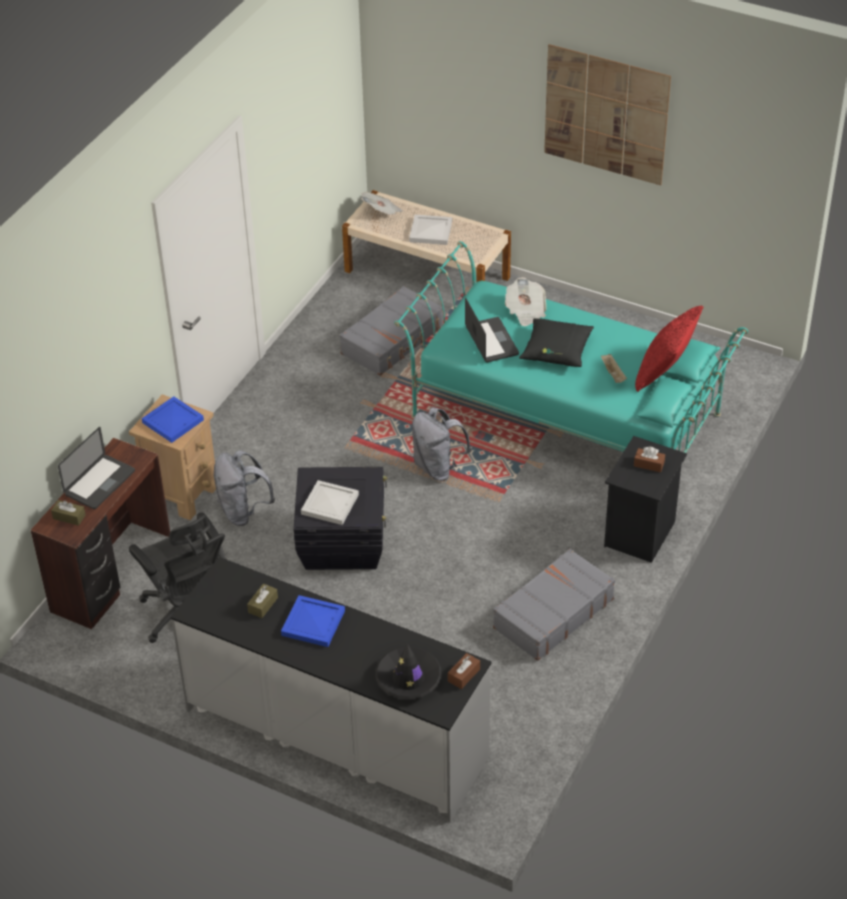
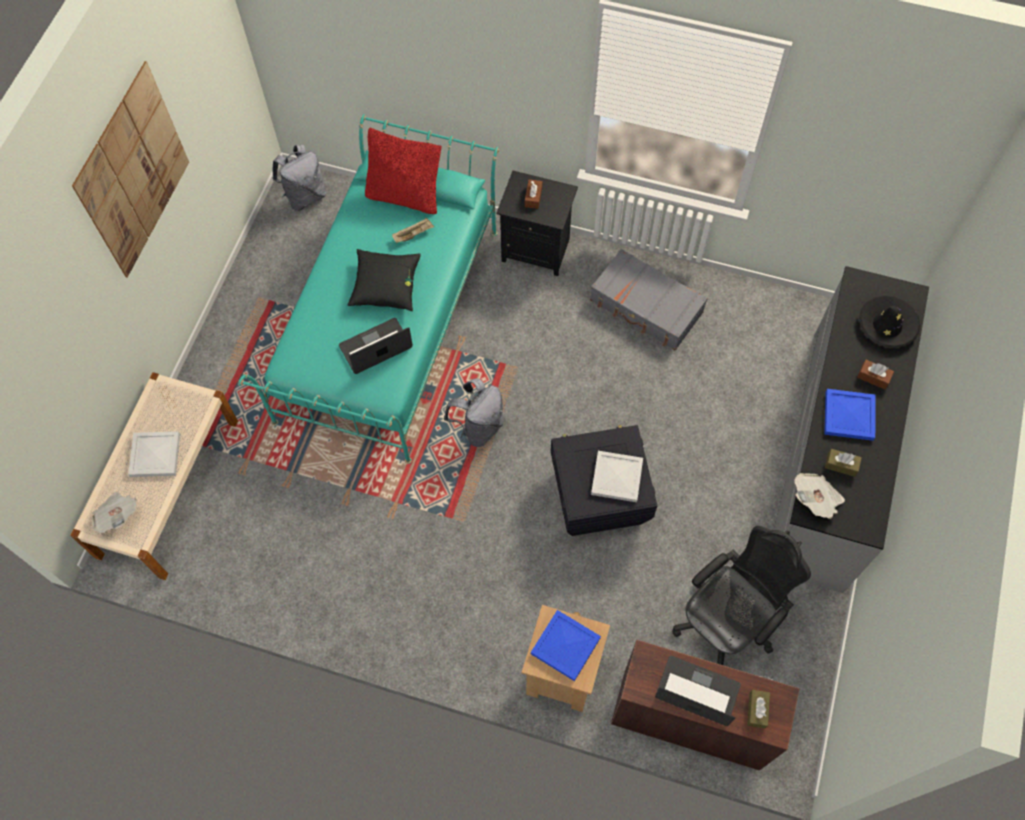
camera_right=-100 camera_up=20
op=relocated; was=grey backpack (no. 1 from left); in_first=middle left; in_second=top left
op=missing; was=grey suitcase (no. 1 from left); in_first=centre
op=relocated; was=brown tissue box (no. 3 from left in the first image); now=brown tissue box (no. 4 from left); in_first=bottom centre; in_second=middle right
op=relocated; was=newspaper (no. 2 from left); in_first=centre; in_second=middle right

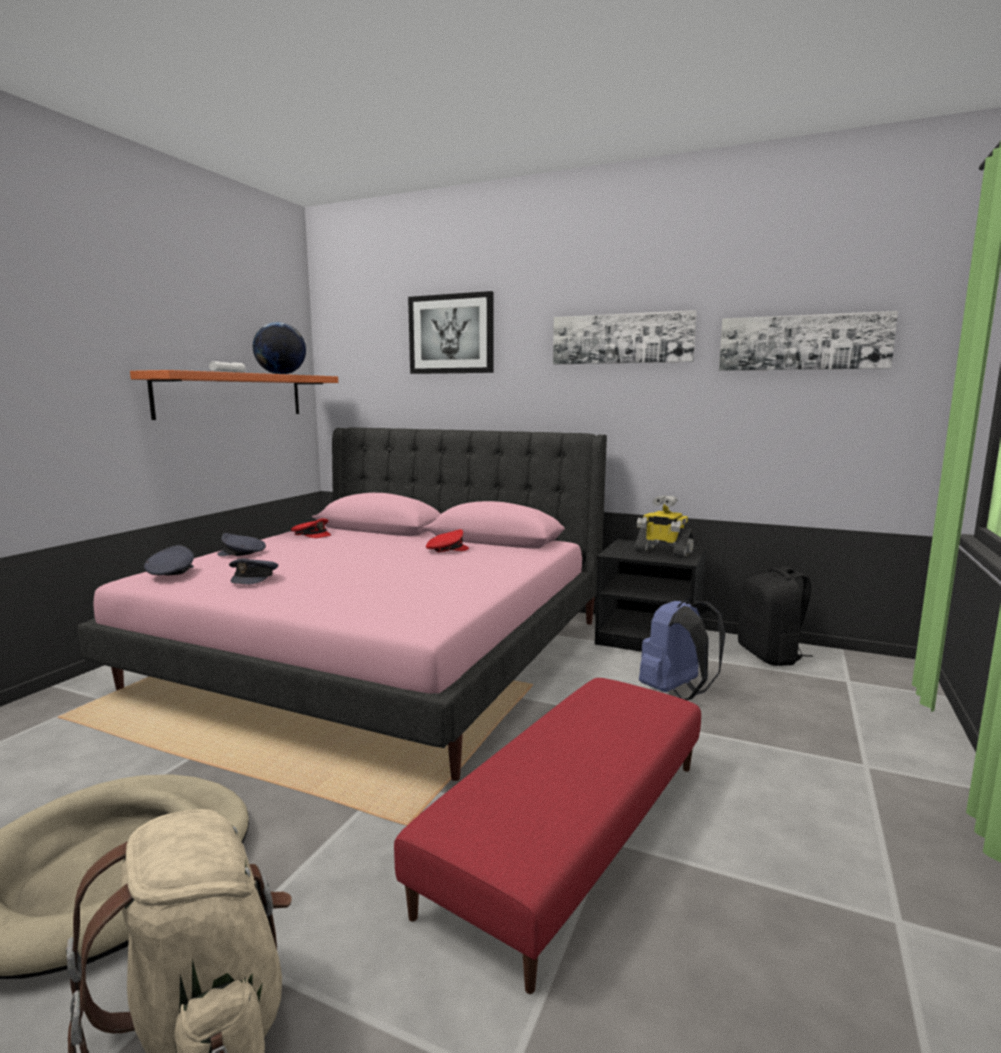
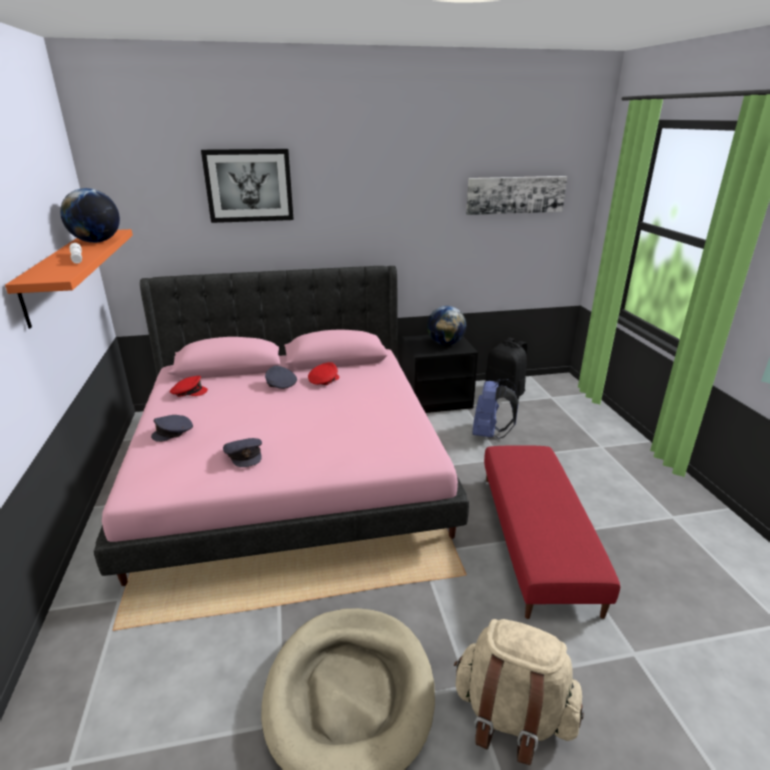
camera_right=-35 camera_up=15
op=relocated; was=grey cap (no. 1 from left in the first image); now=grey cap (no. 3 from left); in_first=middle left; in_second=centre
op=missing; was=picture (no. 2 from left); in_first=top centre
op=exchanged; was=toy robot; now=globe (no. 2 from left); in_first=centre; in_second=centre

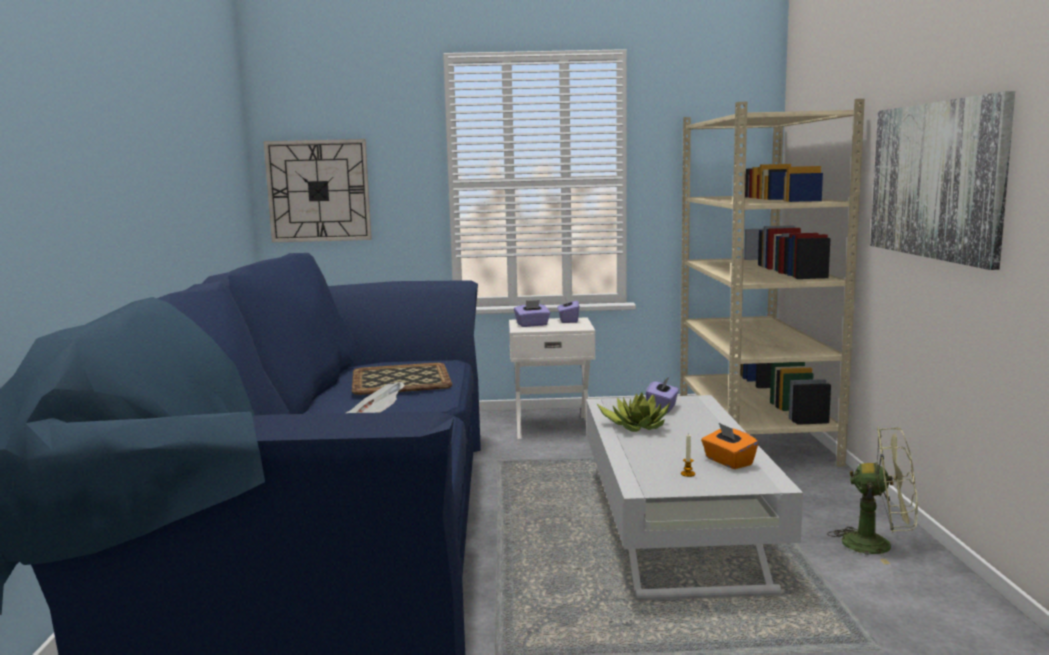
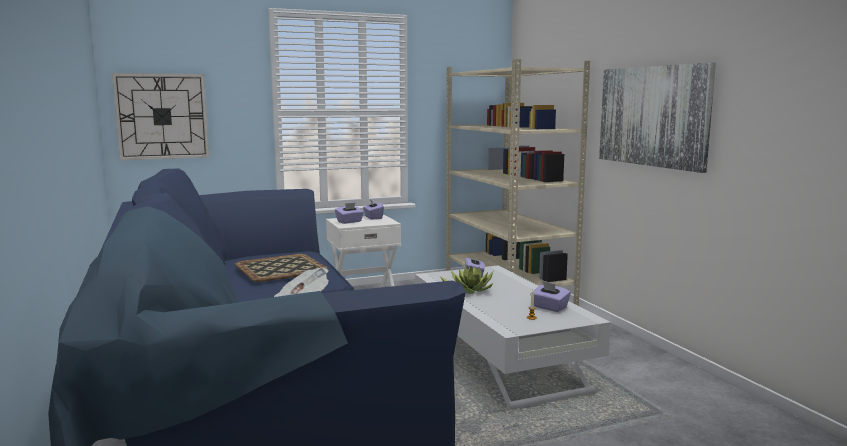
camera_right=-20 camera_up=0
op=colour; was=orange tissue box; now=purple tissue box (no. 4 from left); in_first=bottom right; in_second=centre
op=missing; was=green fan; in_first=bottom right

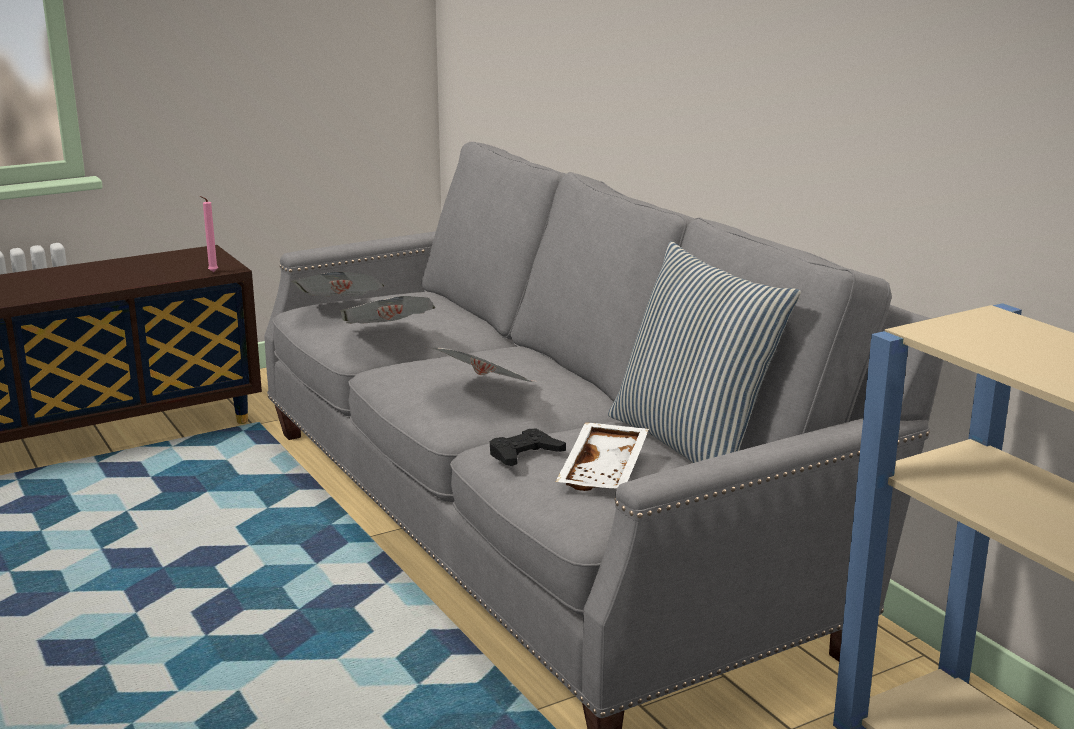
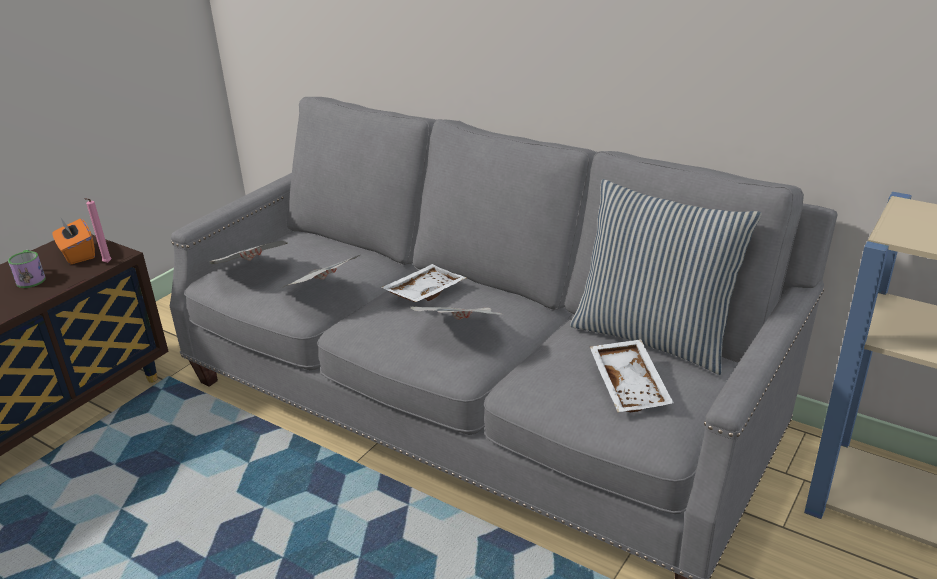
camera_right=-25 camera_up=10
op=missing; was=black game controller; in_first=centre
op=appeared; now=mug; in_second=middle left
op=appeared; now=orange tissue box; in_second=middle left
op=appeared; now=white tray (no. 1 from left); in_second=centre

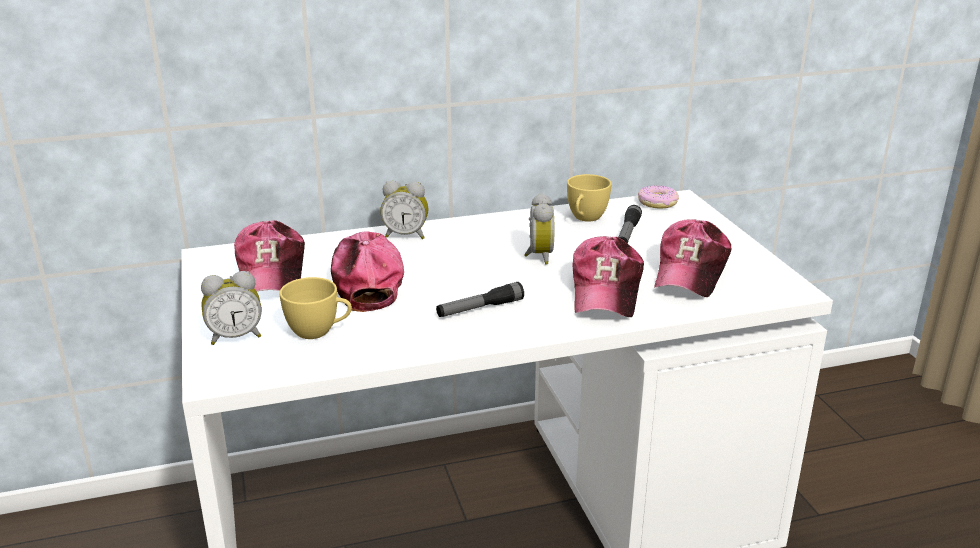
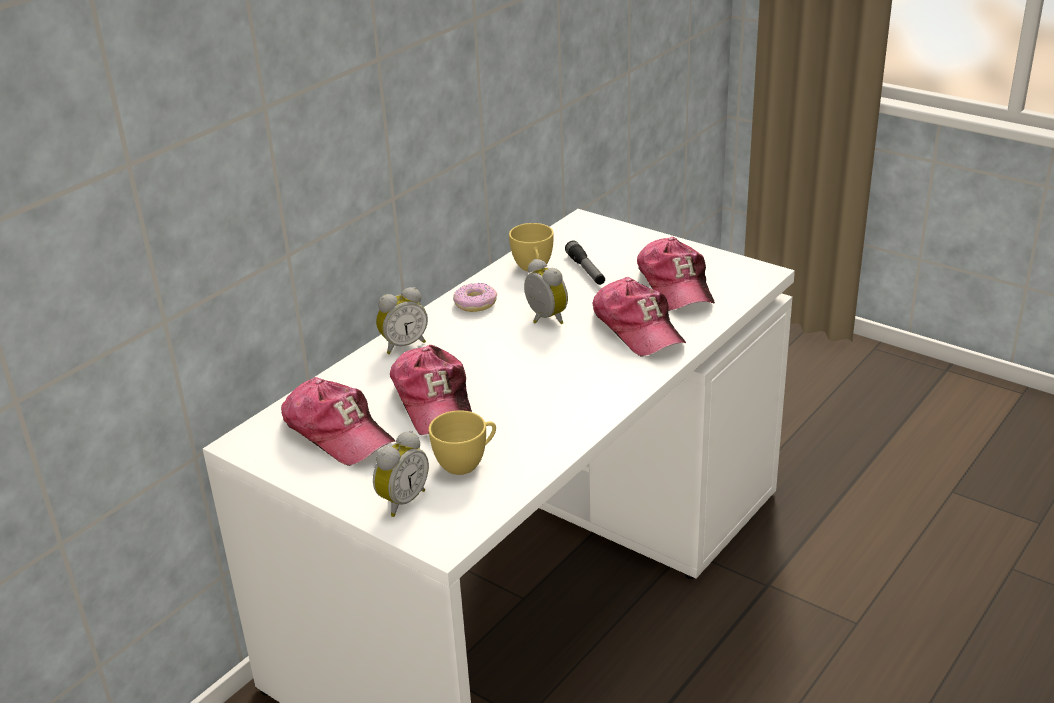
camera_right=-35 camera_up=5
op=spun; was=cap (no. 2 from left); in_first=centre; in_second=centre; clockwise=-150
op=missing; was=flashlight (no. 1 from left); in_first=centre
op=relocated; was=donut; in_first=middle right; in_second=centre

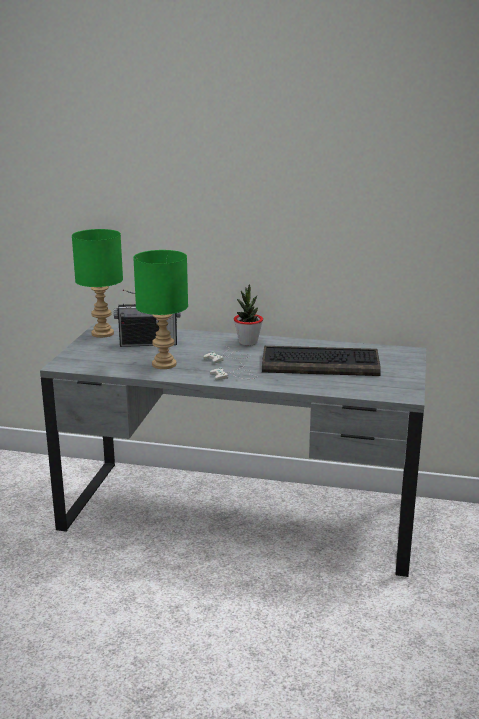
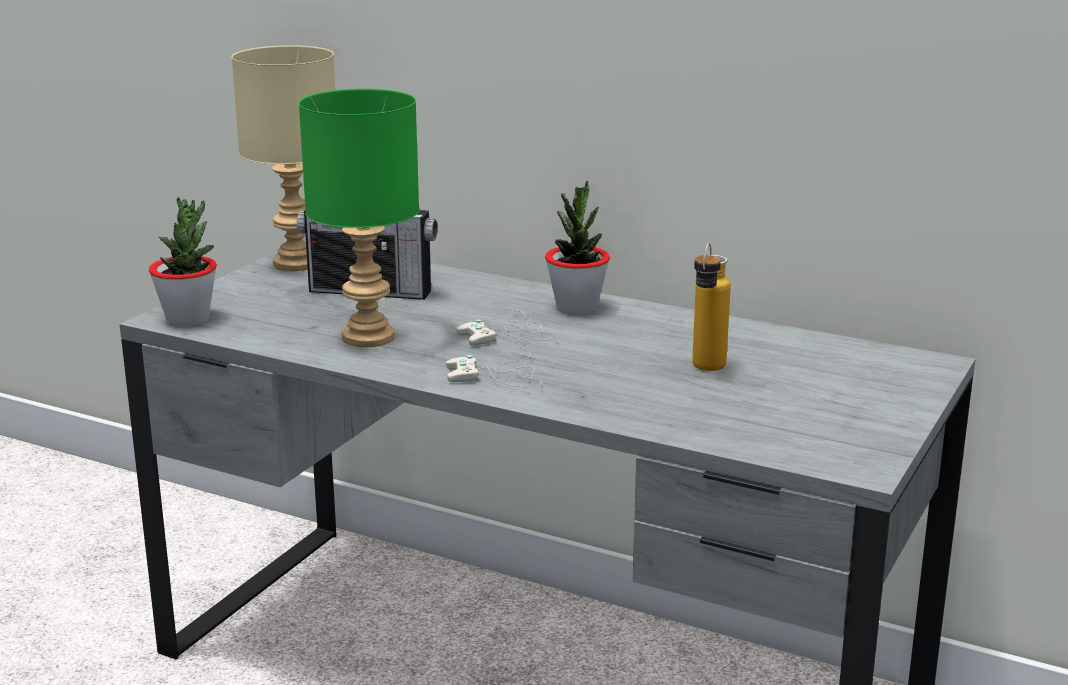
camera_right=15 camera_up=0
op=colour; was=green table lamp (no. 1 from left); now=beige table lamp; in_first=middle left; in_second=top left
op=exchanged; was=keyboard; now=bottle; in_first=middle right; in_second=centre
op=appeared; now=potted plant (no. 1 from left); in_second=middle left

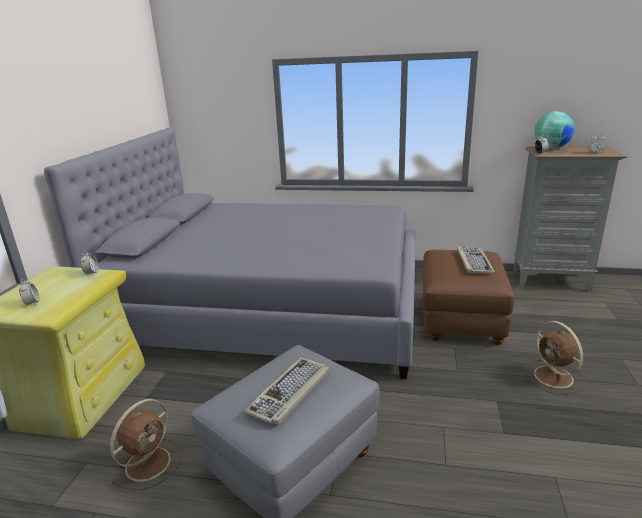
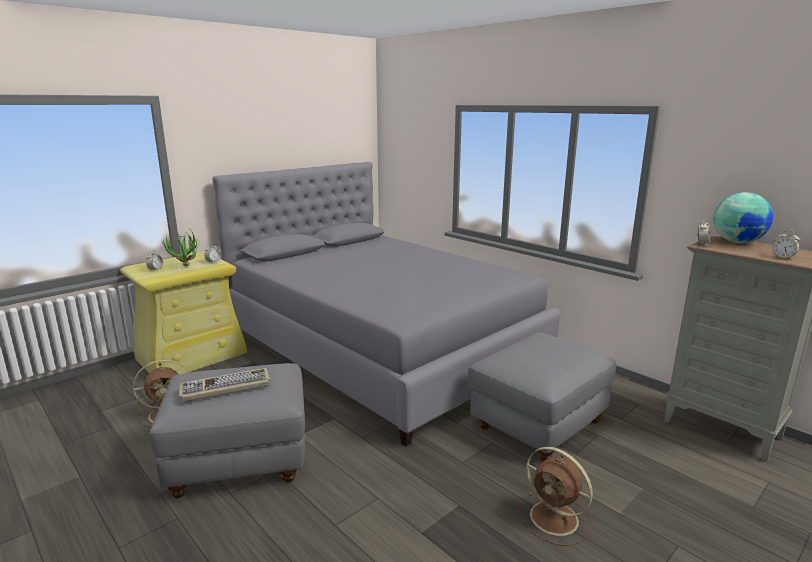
camera_right=35 camera_up=-5
op=colour; was=brown ottoman; now=grey ottoman (no. 2 from left); in_first=middle right; in_second=bottom right
op=missing; was=keyboard (no. 2 from left); in_first=middle right
op=spun; was=brown fan (no. 2 from left); in_first=bottom right; in_second=bottom right; clockwise=-60
op=appeared; now=potted plant; in_second=middle left

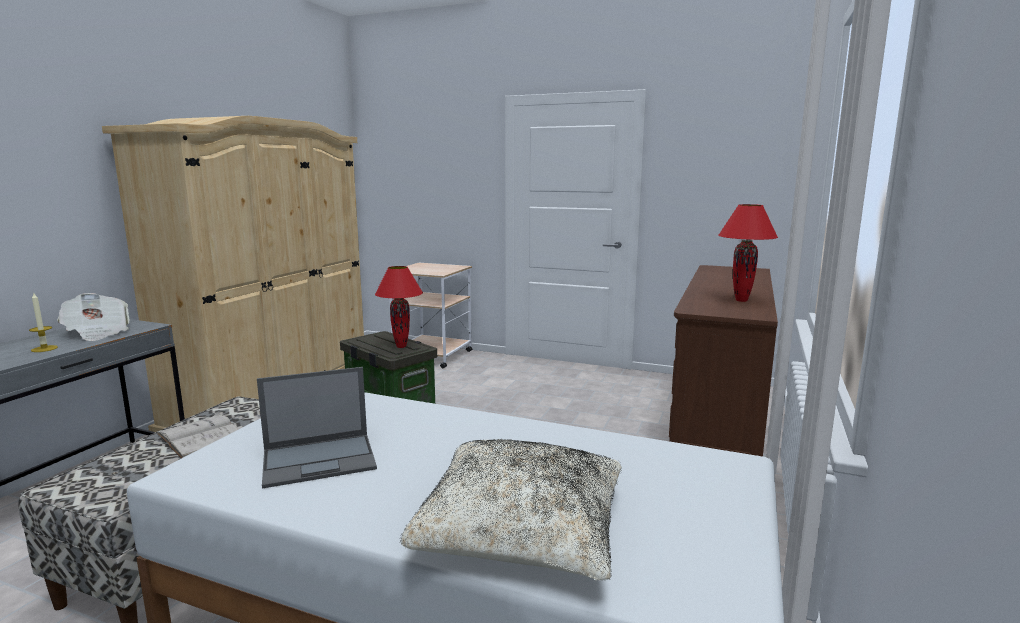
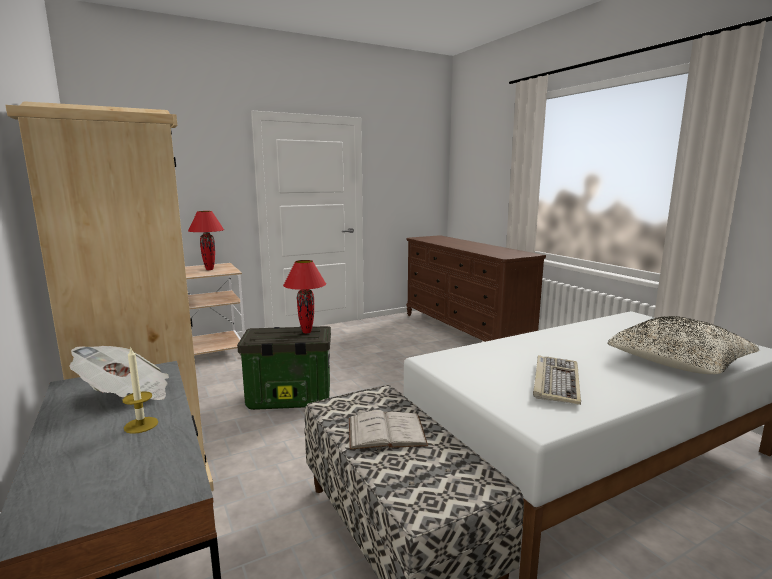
camera_right=-50 camera_up=0
op=exchanged; was=laptop; now=keyboard; in_first=bottom left; in_second=middle right
op=relocated; was=red table lamp (no. 2 from left in the first image); now=red table lamp (no. 1 from left); in_first=middle right; in_second=middle left

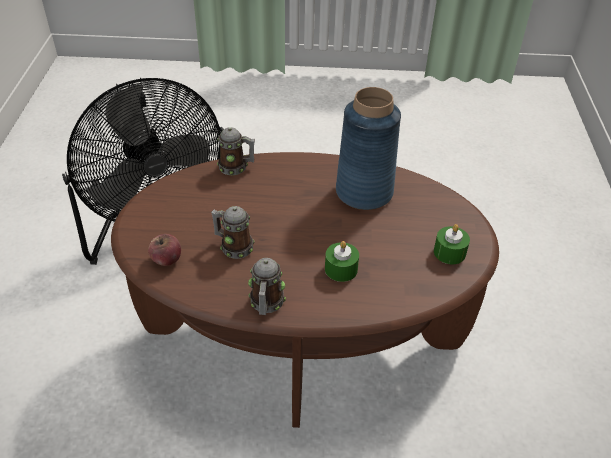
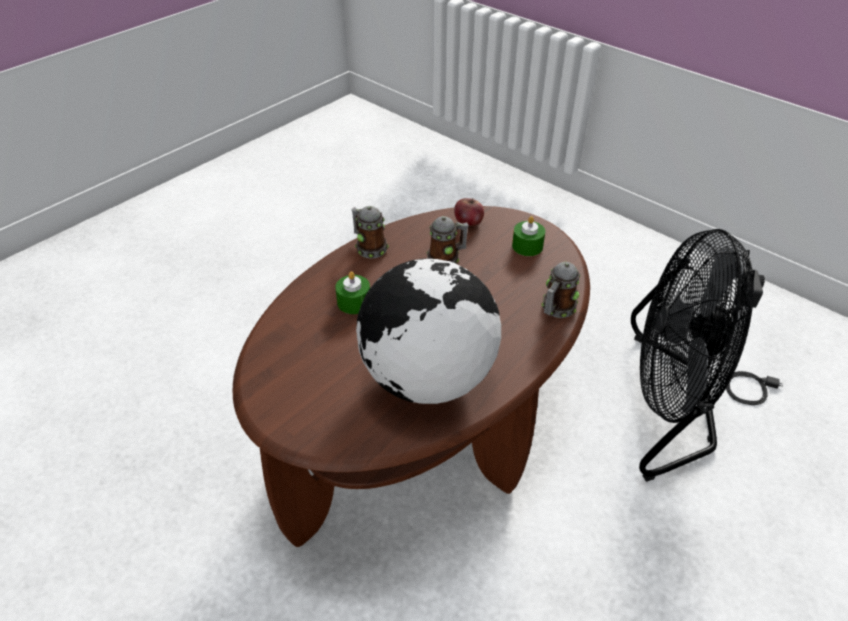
camera_right=130 camera_up=0
op=exchanged; was=blue vase; now=globe; in_first=top centre; in_second=centre
op=relocated; was=green candle (no. 2 from left); in_first=middle right; in_second=centre

